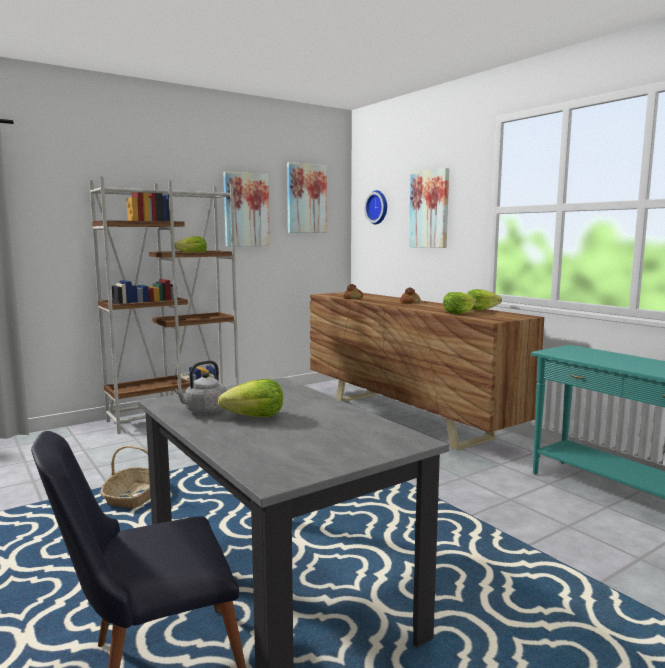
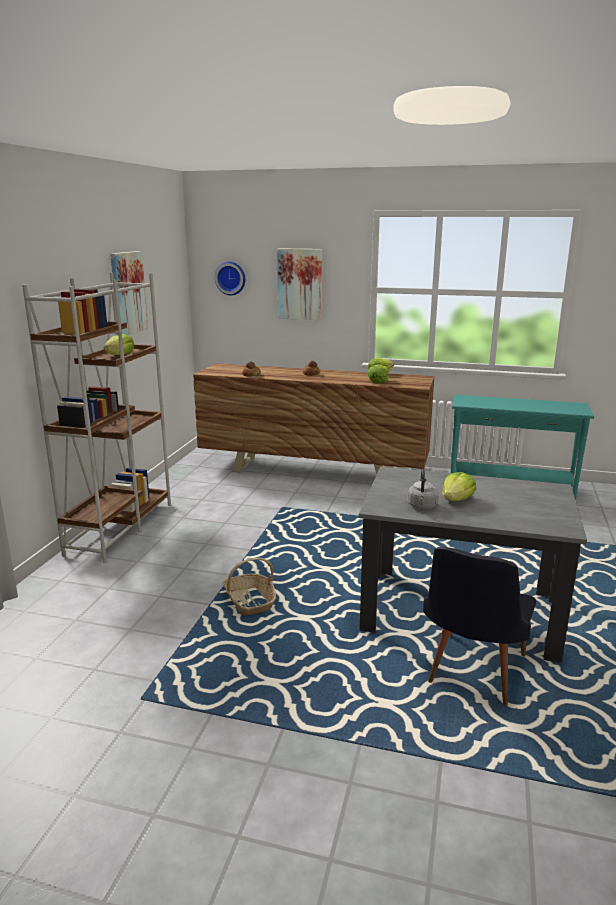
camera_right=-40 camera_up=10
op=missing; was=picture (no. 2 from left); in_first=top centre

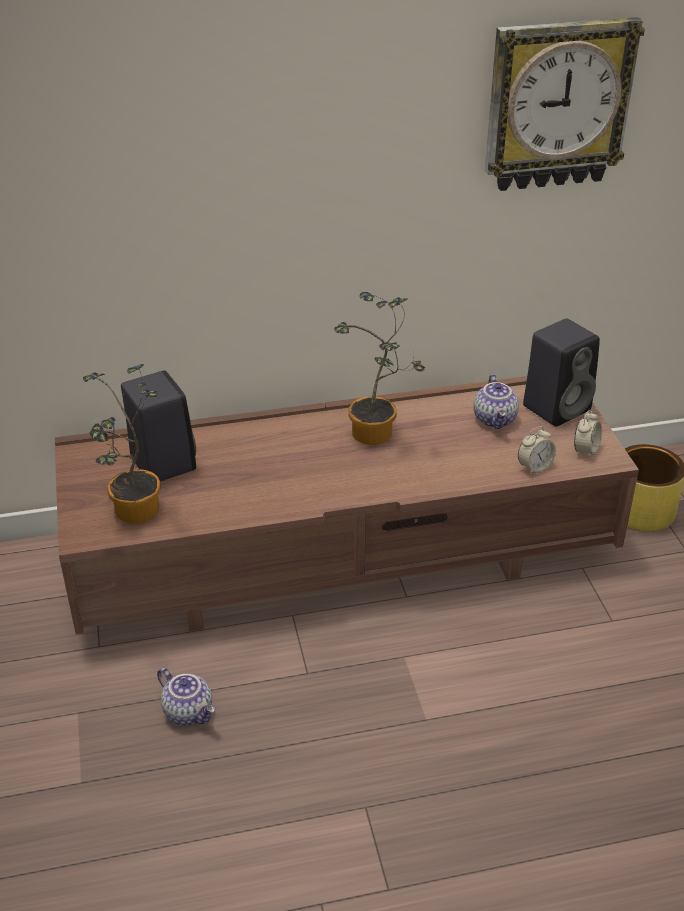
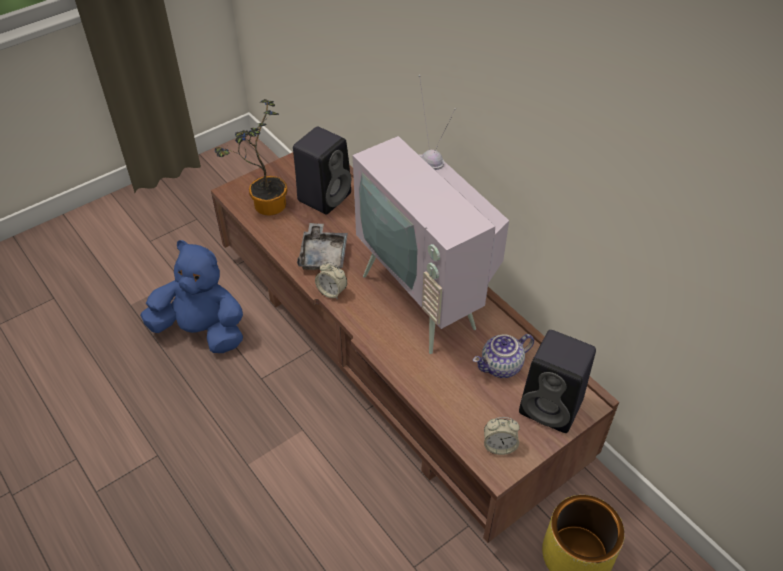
camera_right=65 camera_up=10
op=exchanged; was=teapot (no. 1 from left); now=blue plush toy; in_first=bottom left; in_second=middle left
op=exchanged; was=potted plant (no. 2 from left); now=television; in_first=centre; in_second=centre
op=missing; was=wall clock; in_first=top right
op=relocated; was=alarm clock (no. 1 from left); in_first=middle right; in_second=centre
op=appeared; now=grey tray; in_second=centre

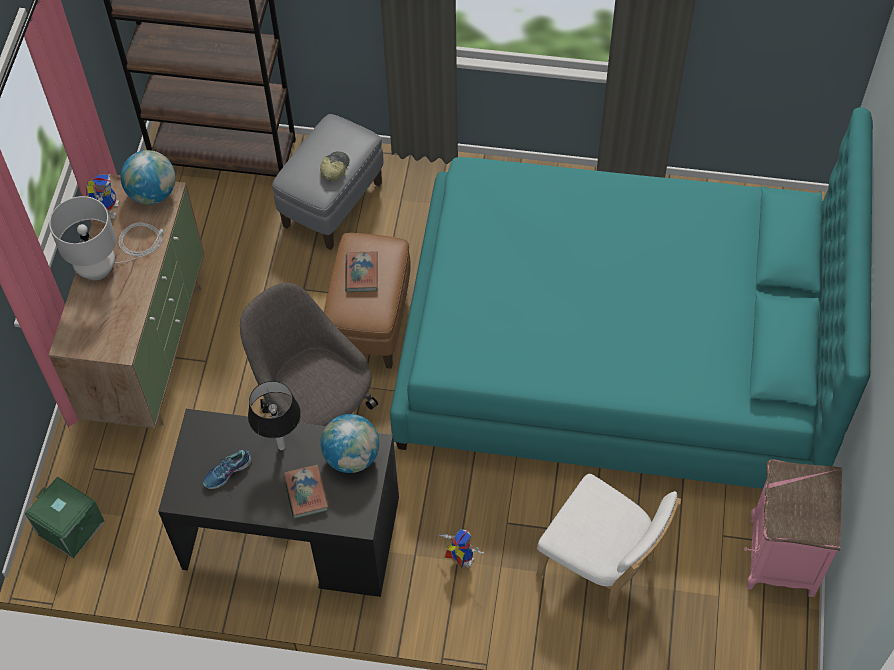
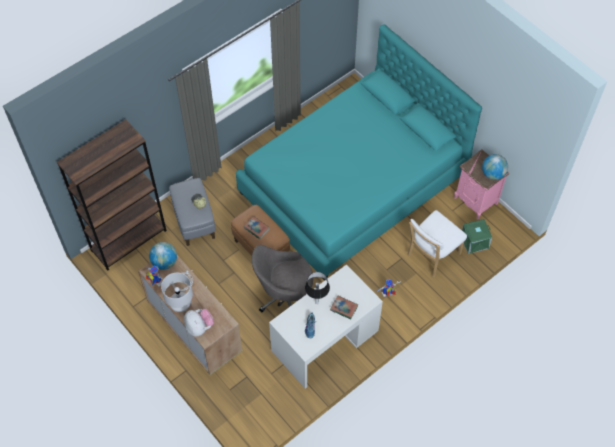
camera_right=-50 camera_up=0
op=relocated; was=green storage box; in_first=bottom left; in_second=middle right
op=colour; was=black desk; now=white desk; in_first=bottom left; in_second=bottom centre
op=relocated; was=globe (no. 2 from left); in_first=centre; in_second=middle right
op=spun; was=white chair; in_first=bottom right; in_second=middle right; clockwise=150
op=appeared; now=plush toy; in_second=bottom left

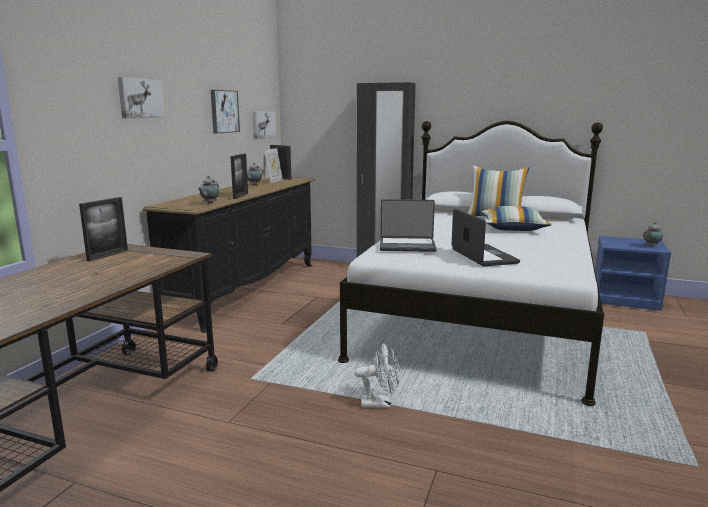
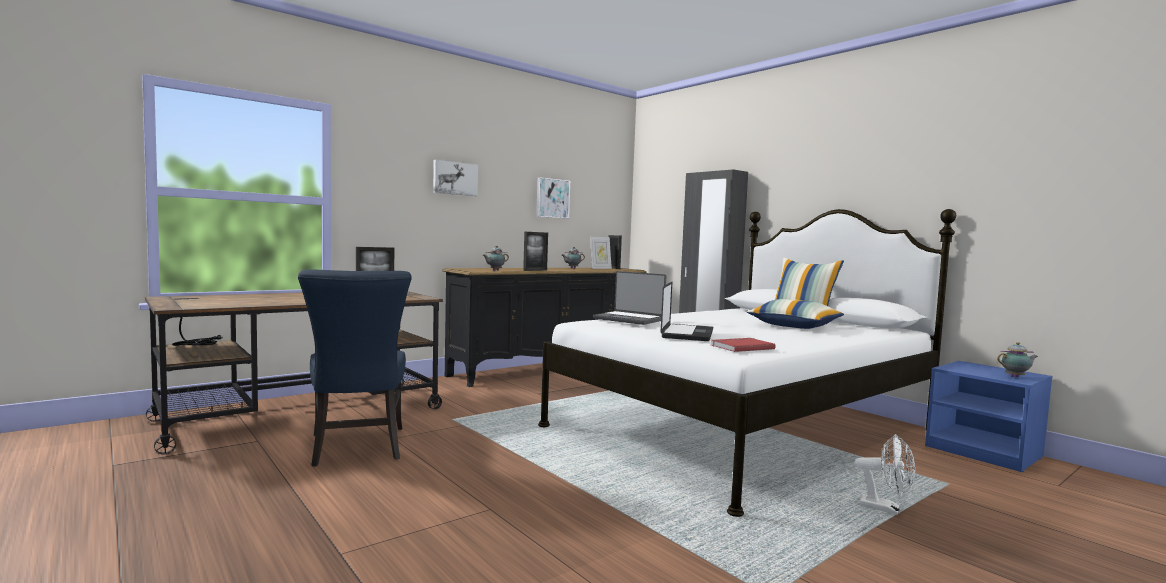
camera_right=30 camera_up=-10
op=missing; was=picture (no. 3 from left); in_first=top centre
op=relocated; was=white fan; in_first=bottom centre; in_second=bottom right
op=appeared; now=blue chair; in_second=middle left
op=appeared; now=red book; in_second=centre

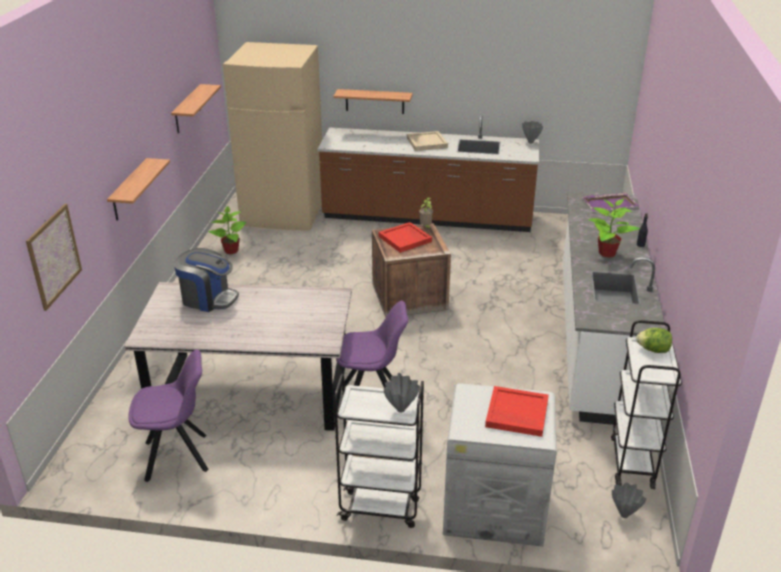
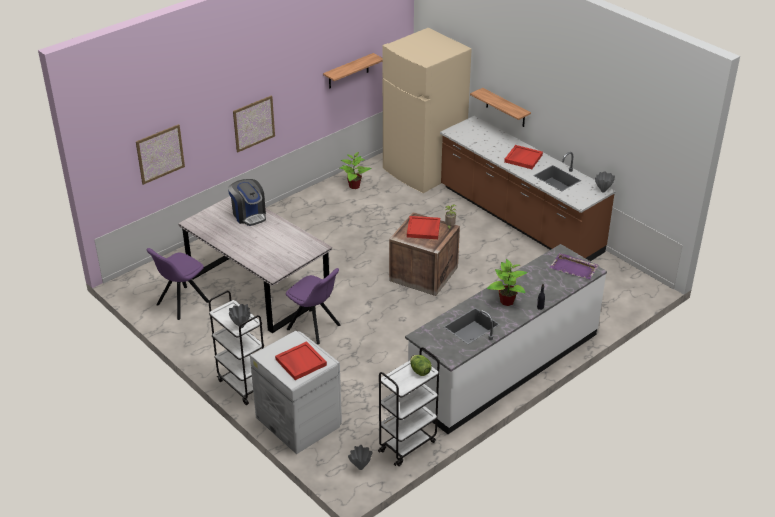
camera_right=40 camera_up=5
op=exchanged; was=shelf (no. 1 from left); now=picture (no. 2 from left); in_first=top left; in_second=top left
op=spun; was=purple chair (no. 1 from left); in_first=bottom left; in_second=middle left; clockwise=105
op=colour; was=beige tray; now=red tray (no. 3 from left); in_first=top centre; in_second=top right

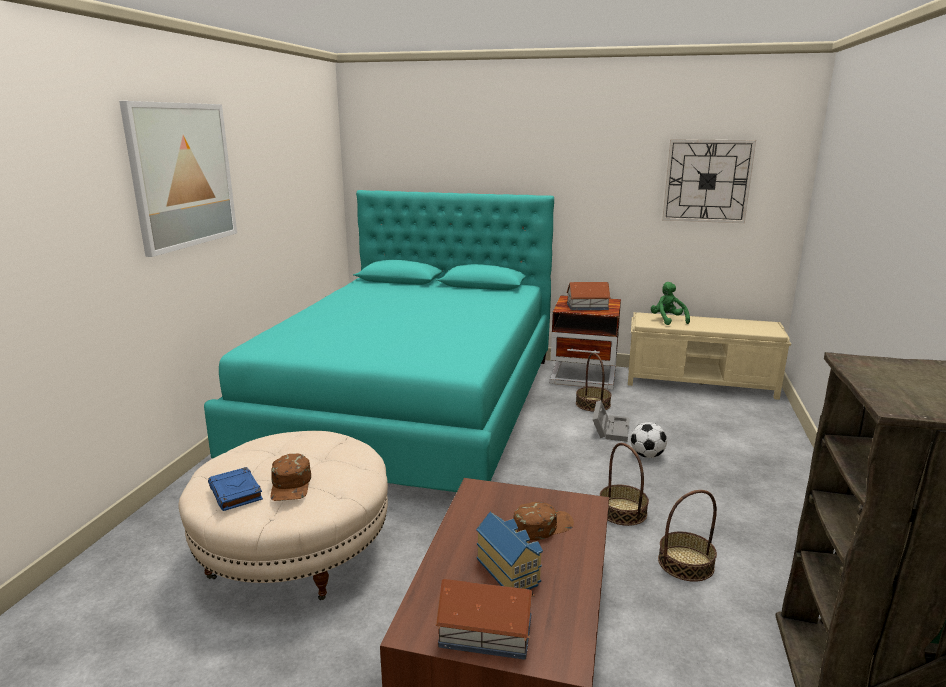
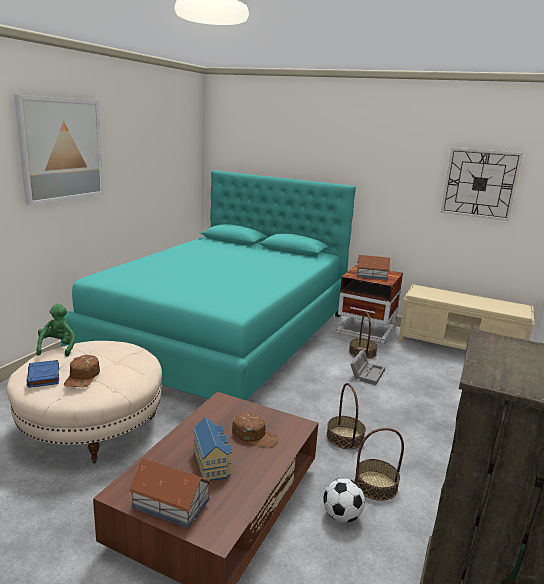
camera_right=10 camera_up=0
op=spun; was=brown cap (no. 2 from left); in_first=bottom centre; in_second=bottom centre; clockwise=45
op=relocated; was=football; in_first=middle right; in_second=bottom centre
op=relocated; was=green plush toy; in_first=middle right; in_second=middle left

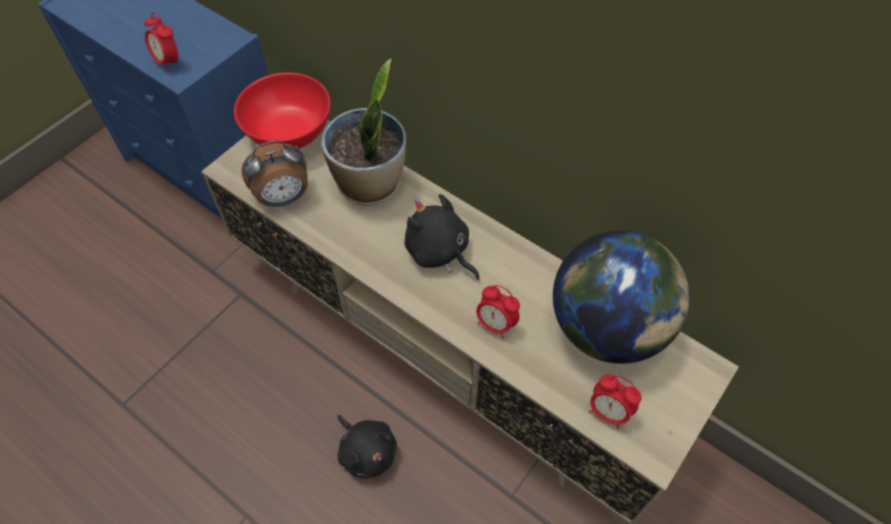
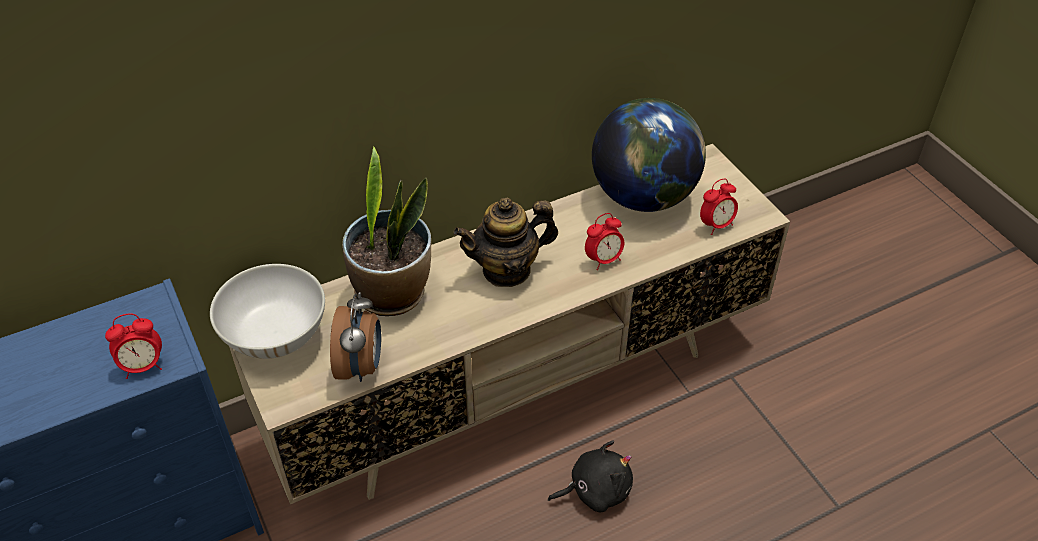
camera_right=-65 camera_up=-10
op=colour; was=red bowl; now=white bowl; in_first=top left; in_second=middle left
op=exchanged; was=black plush toy (no. 2 from left); now=teapot; in_first=centre; in_second=centre

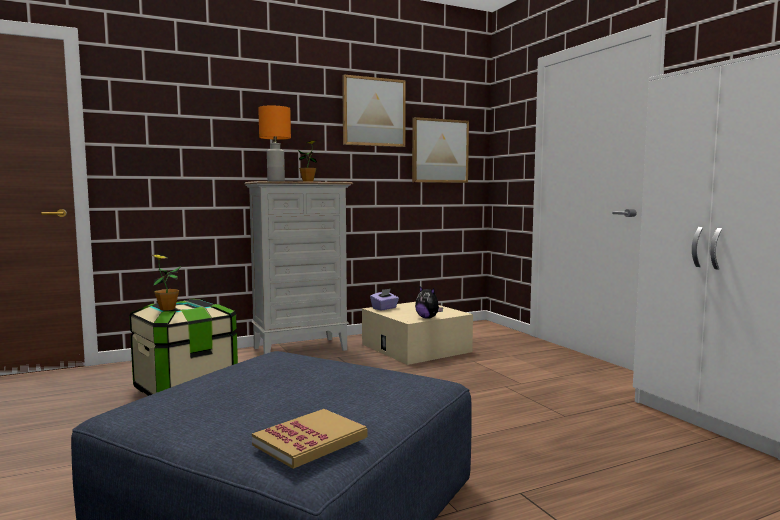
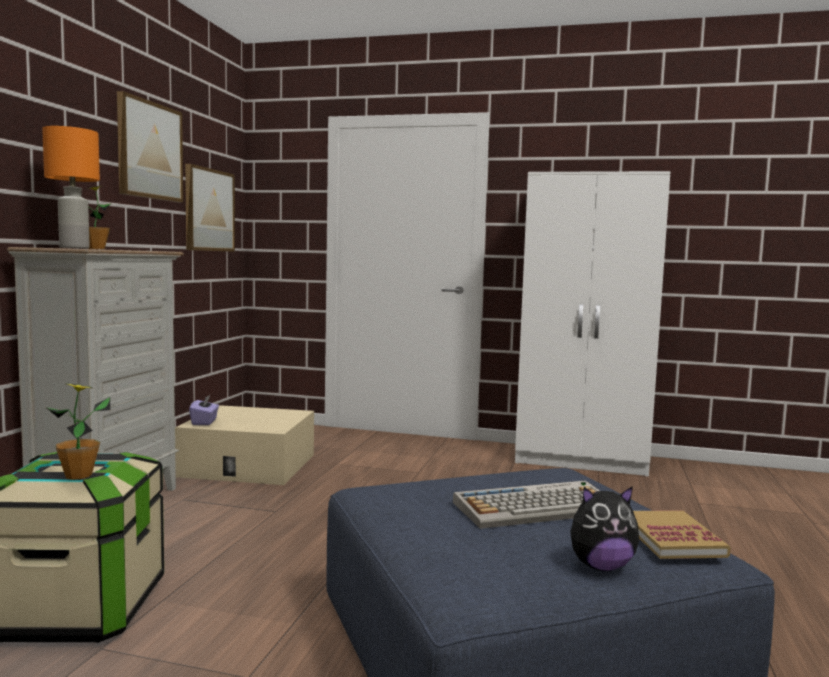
camera_right=-50 camera_up=0
op=relocated; was=plush toy; in_first=centre; in_second=bottom right
op=appeared; now=keyboard; in_second=bottom centre

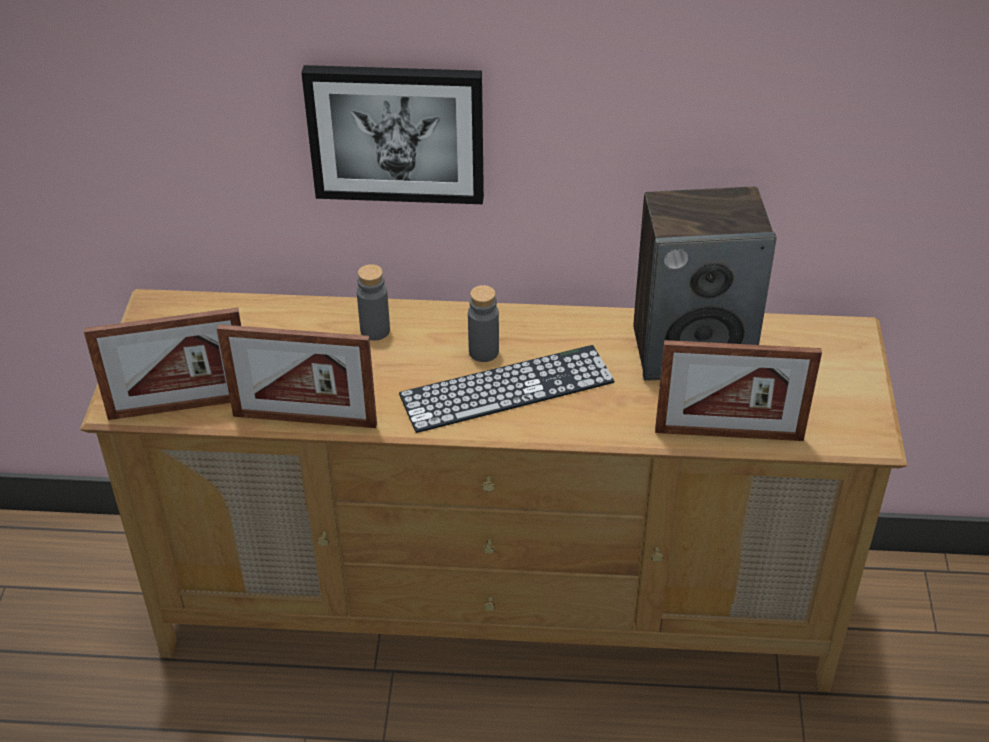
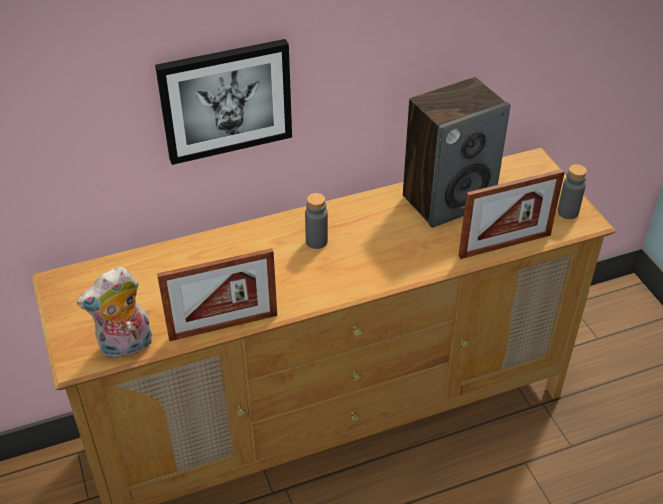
camera_right=-25 camera_up=0
op=exchanged; was=picture frame (no. 1 from left); now=plush toy; in_first=middle left; in_second=middle left
op=relocated; was=grey bottle (no. 1 from left in the first image); now=grey bottle (no. 2 from left); in_first=centre; in_second=middle right
op=missing; was=keyboard; in_first=centre

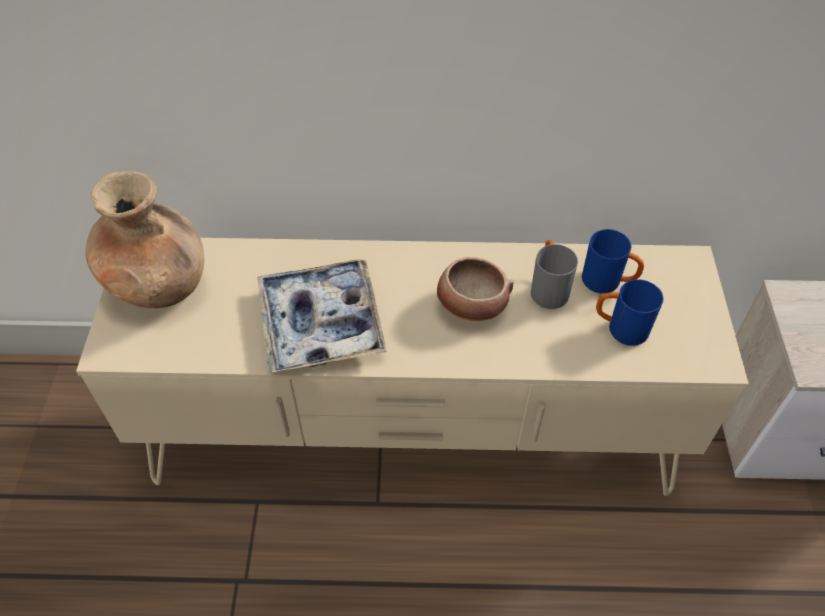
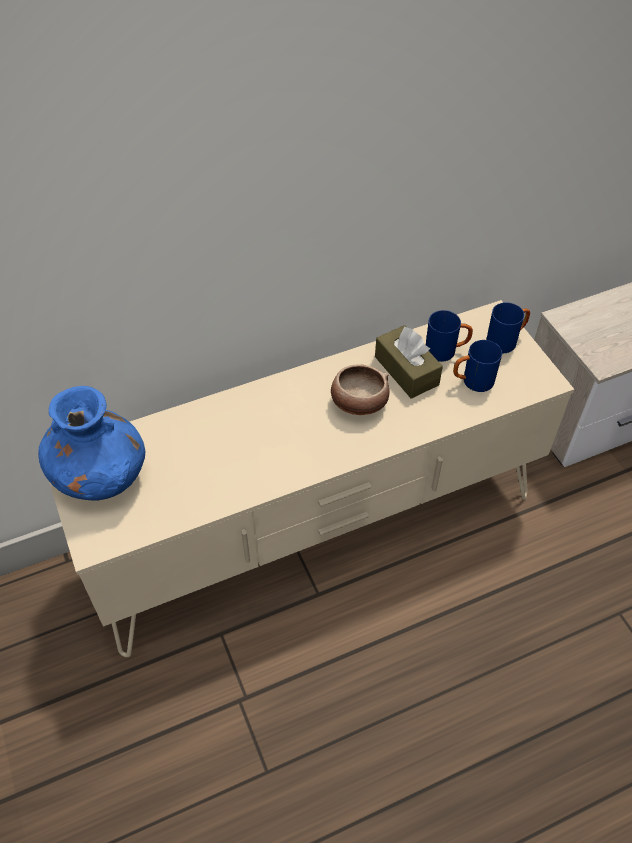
camera_right=-25 camera_up=0
op=colour; was=brown vase; now=blue vase; in_first=middle left; in_second=middle left
op=missing; was=tray; in_first=centre
op=exchanged; was=grey mug; now=brown tissue box; in_first=middle right; in_second=centre
op=appeared; now=blue mug (no. 3 from left); in_second=middle right

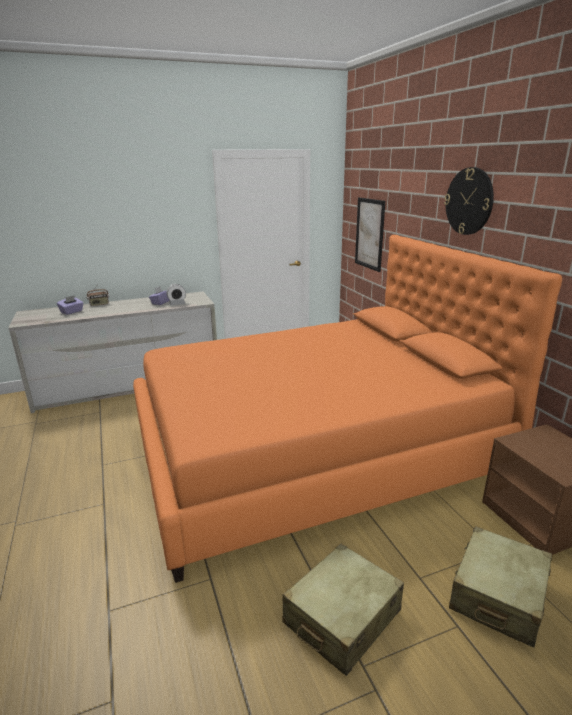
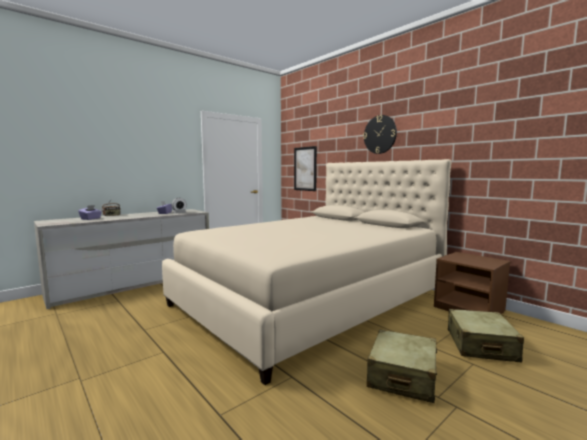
camera_right=-20 camera_up=-15
op=colour; was=orange bed; now=beige bed; in_first=centre; in_second=centre

